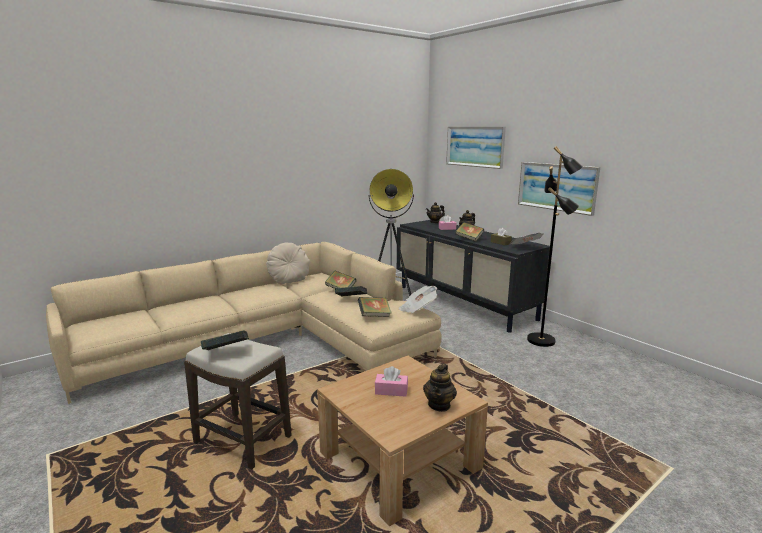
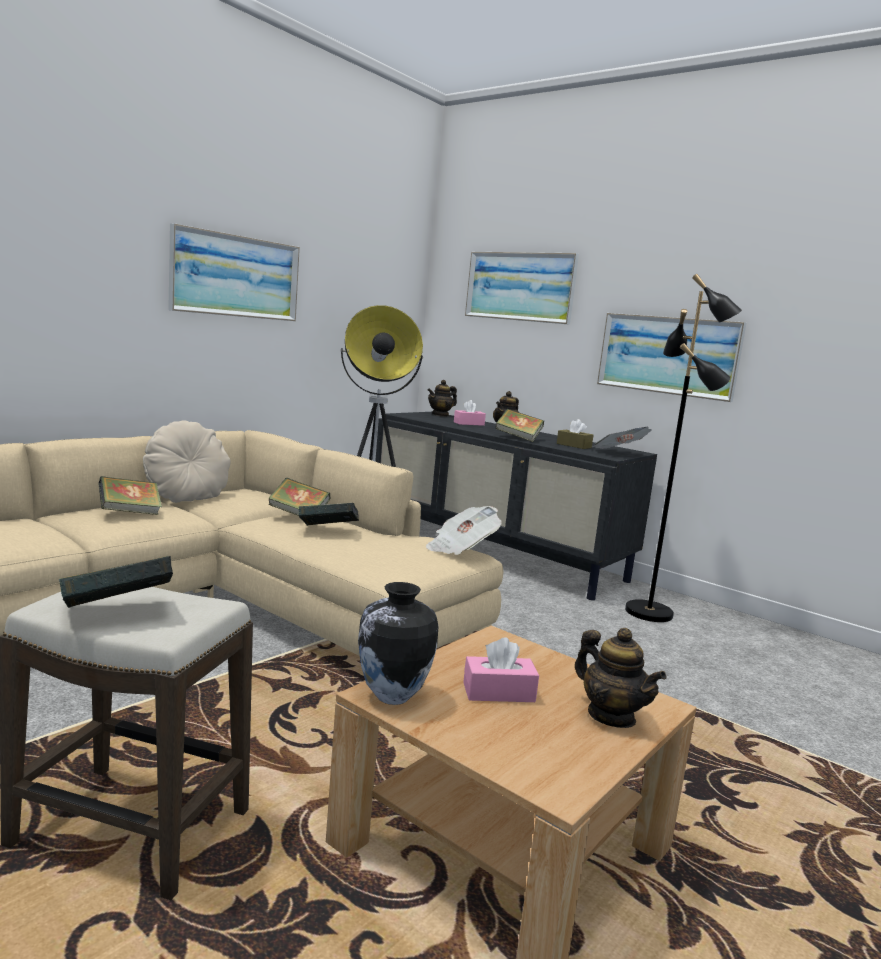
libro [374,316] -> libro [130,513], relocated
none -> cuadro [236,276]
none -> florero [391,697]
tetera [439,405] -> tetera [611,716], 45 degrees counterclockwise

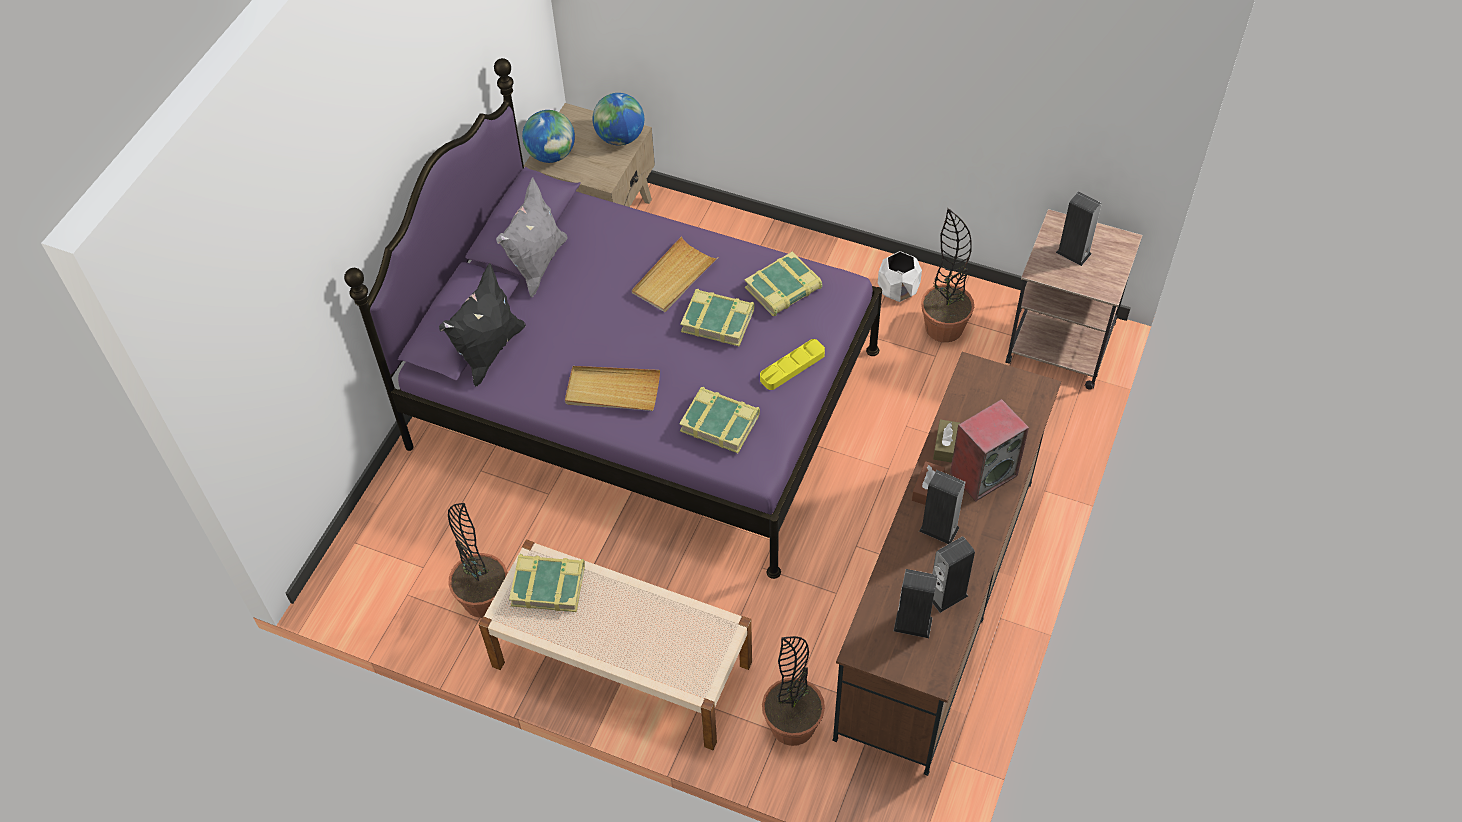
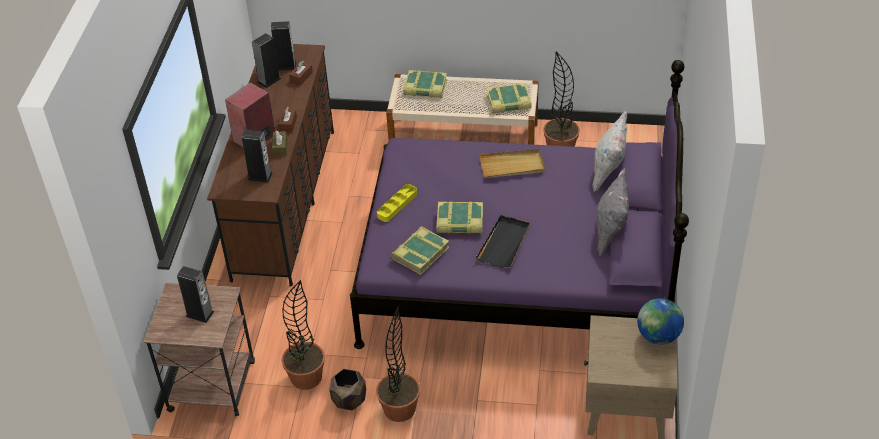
altavoz [939,529] -> altavoz [260,176], relocated
none -> caja de pañuelos (marrón) [301,77]
maceta (blanco) [898,290] -> maceta (marrón) [349,400]
planta en maceta [792,725] -> planta en maceta [399,409], relocated
libro [720,422] -> libro [425,88], relocated
bandeja (beis) [674,277] -> bandeja (negro) [504,243]
cojín (negro) [489,351] -> cojín (blanco) [608,172]
globo terráqueo [620,138] -> none

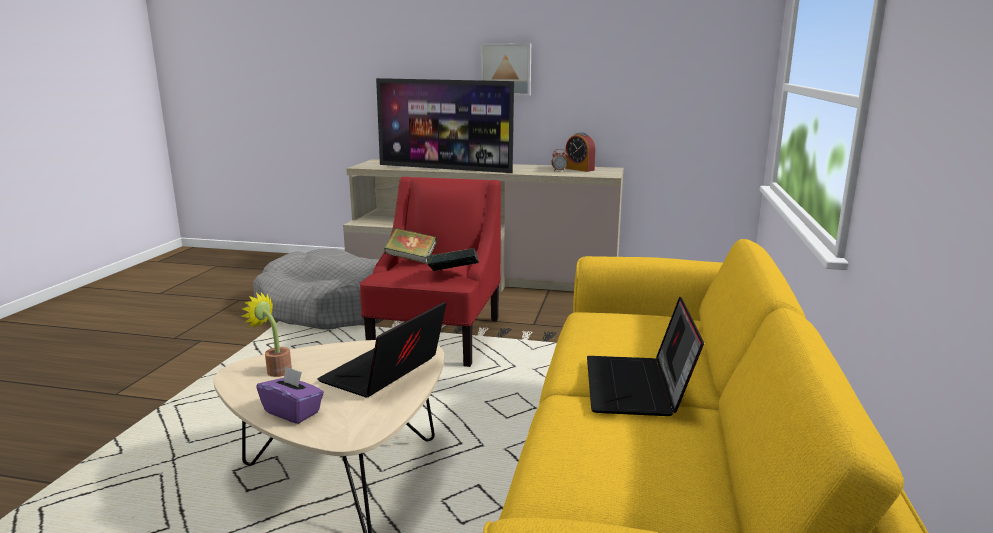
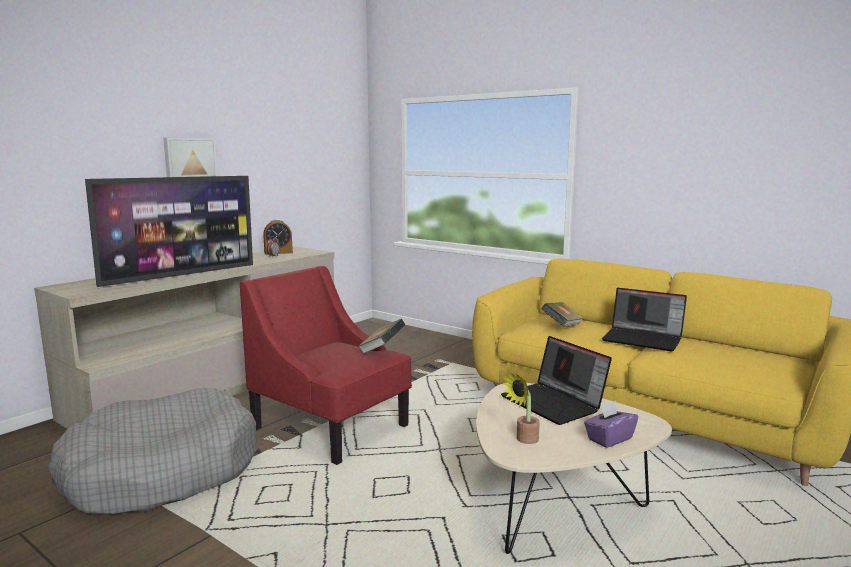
libro [411,259] -> libro [562,327], relocated

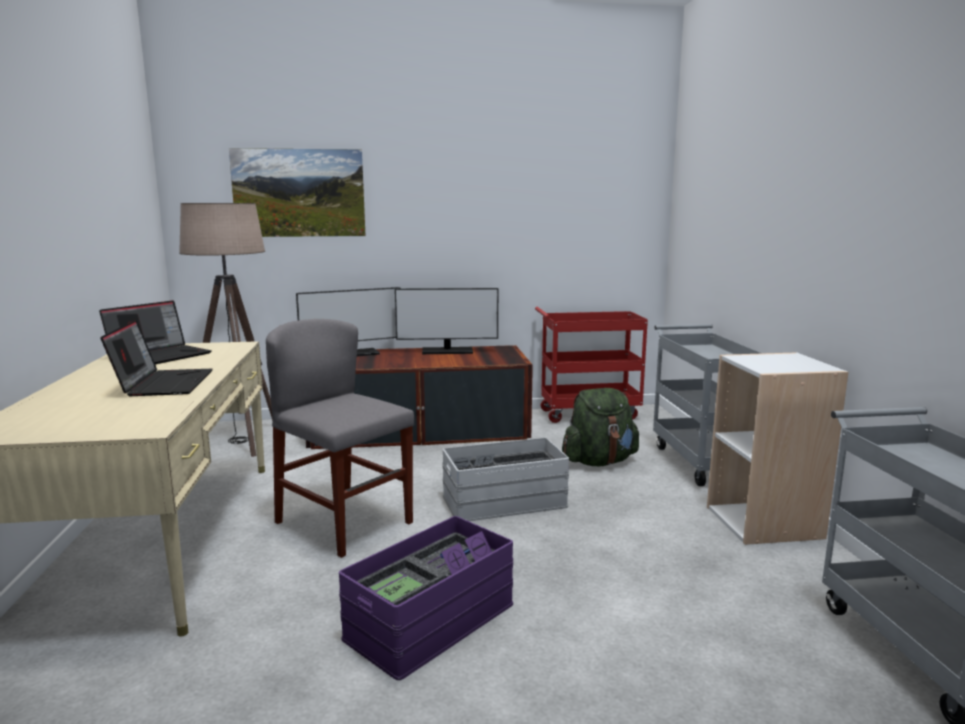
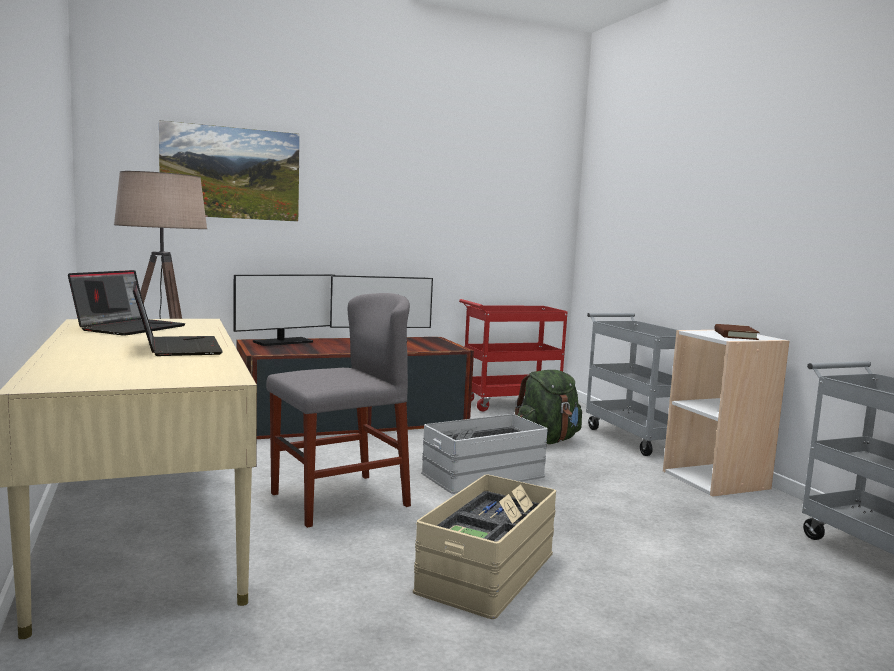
silla (gris) [344,522] -> silla (gris) [339,499], 120 degrees clockwise
caja de almacenaje (morado) [430,619] -> caja de almacenaje (beis) [485,570]
none -> libro (marrón) [735,335]

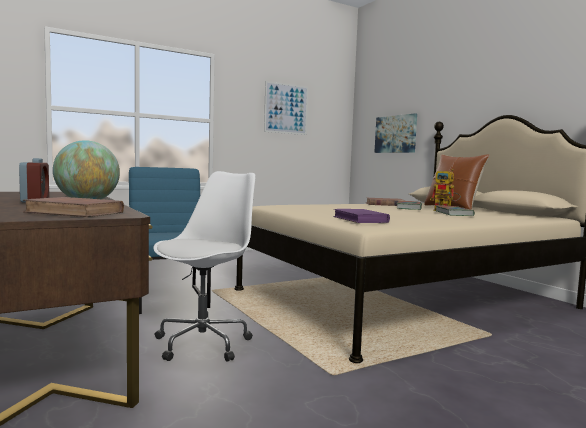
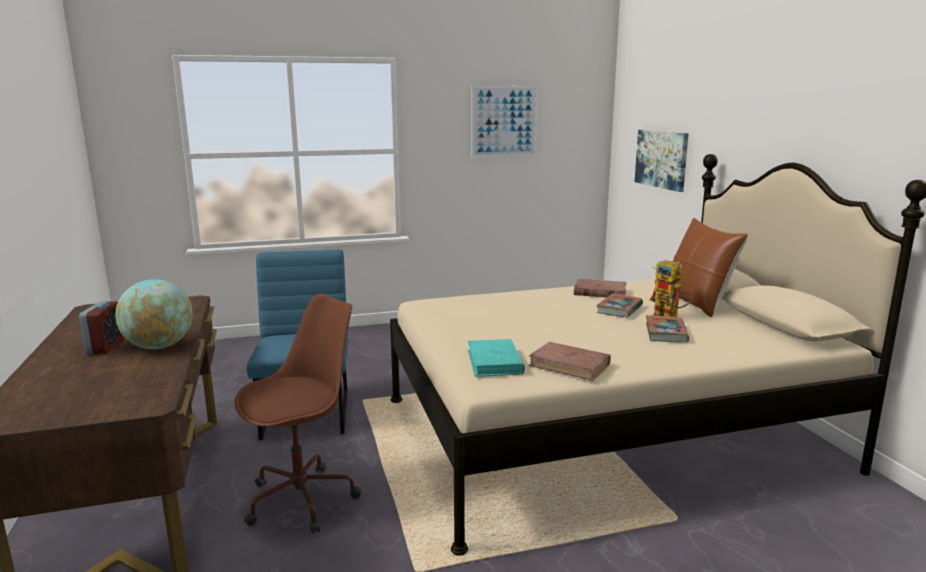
silla de oficina (blanco) [204,343] -> silla de oficina (marrón) [304,499]
libro (morado) [360,219] -> libro (turquesa) [494,362]
libro (marrón) [75,212] -> libro (marrón) [570,365], relocated

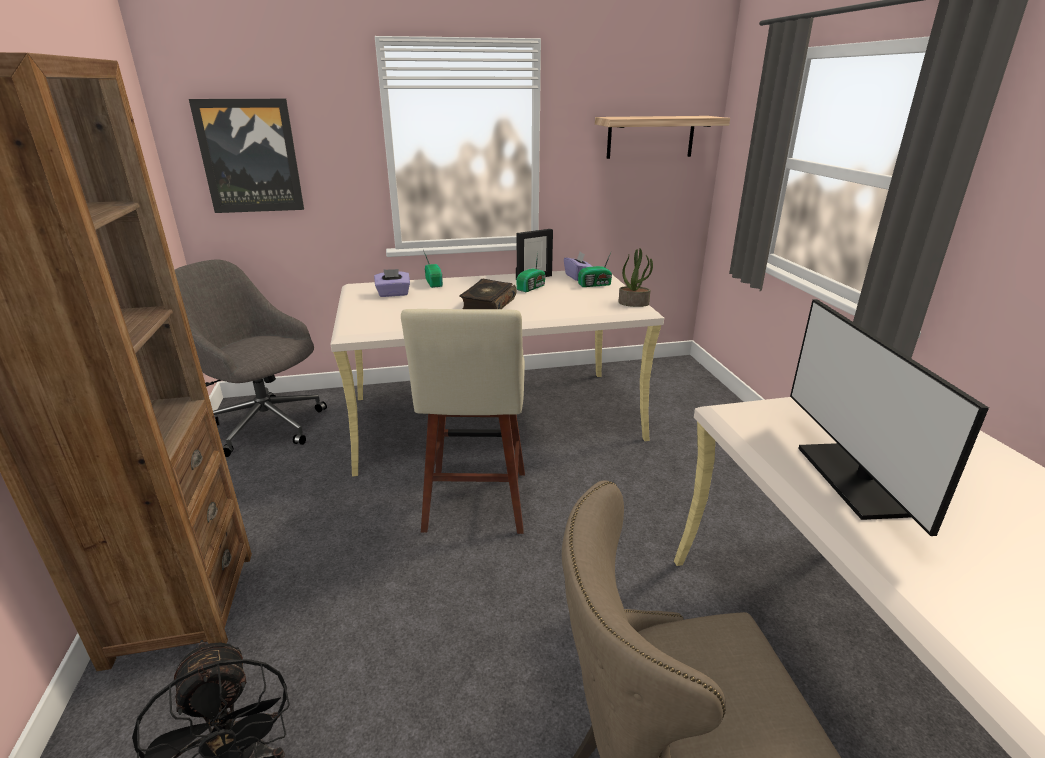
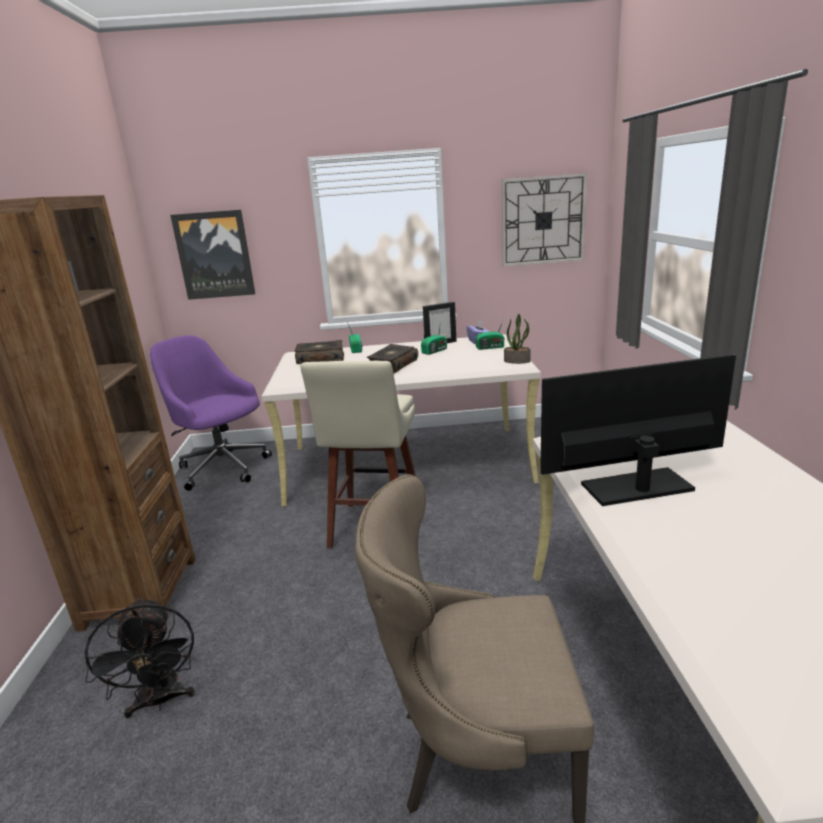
silla de oficina (gris) [266,425] -> silla de oficina (morado) [222,468]
caja de pañuelos (morado) [393,294] -> libro [320,358]
estante [650,137] -> reloj de pared [543,220]
monitor [853,479] -> monitor [636,487], 75 degrees clockwise

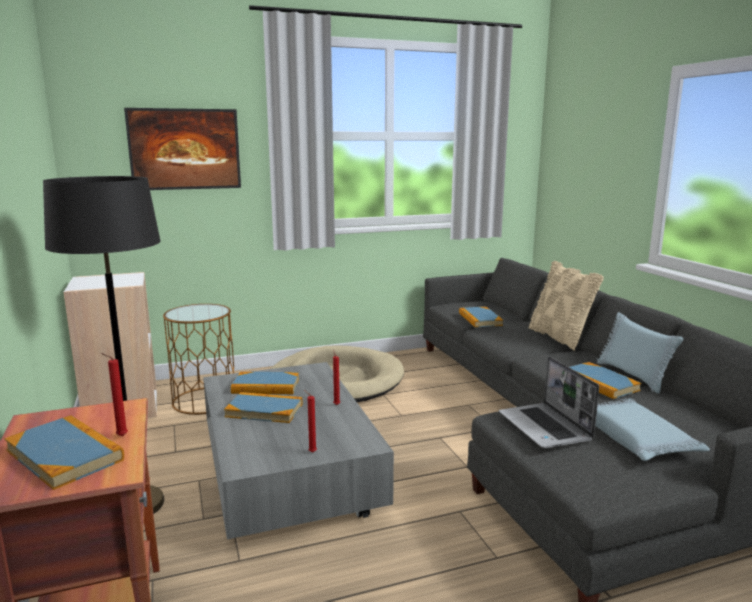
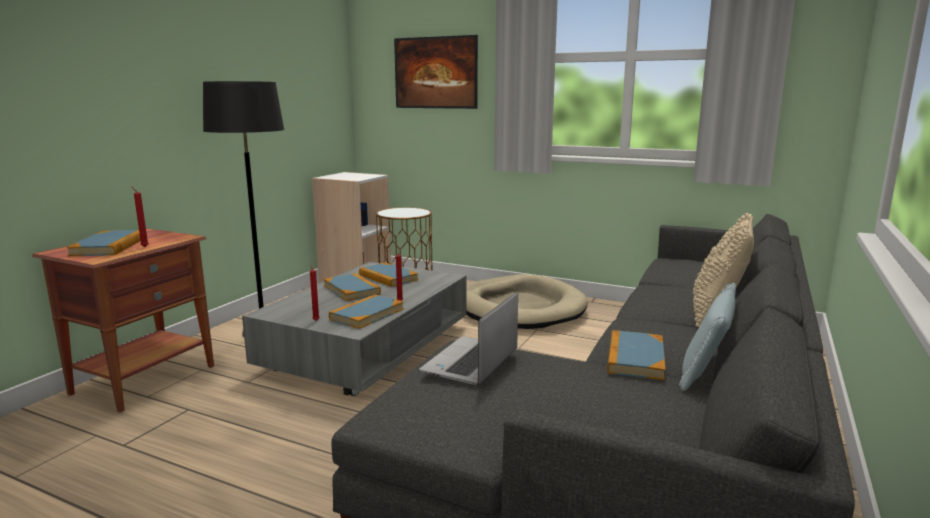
libro [480,319] -> libro [367,314], relocated
cojín (azul) [635,436] -> none

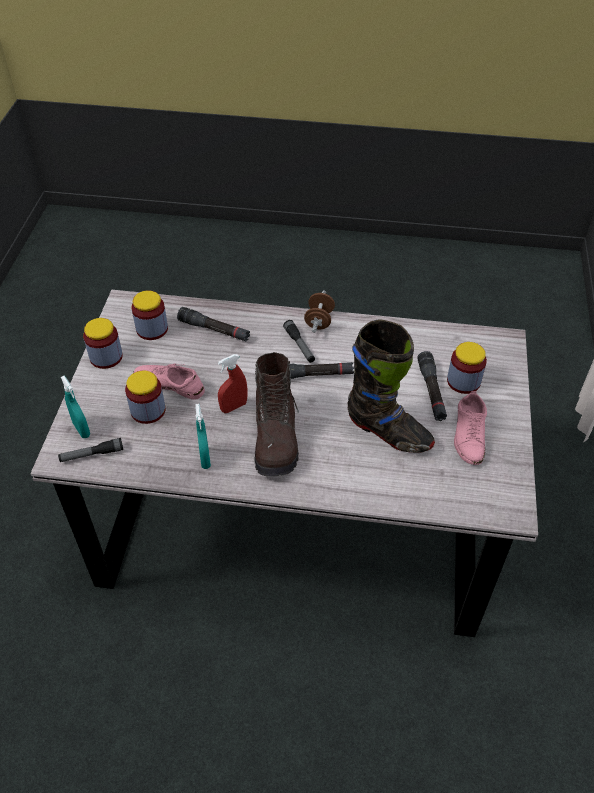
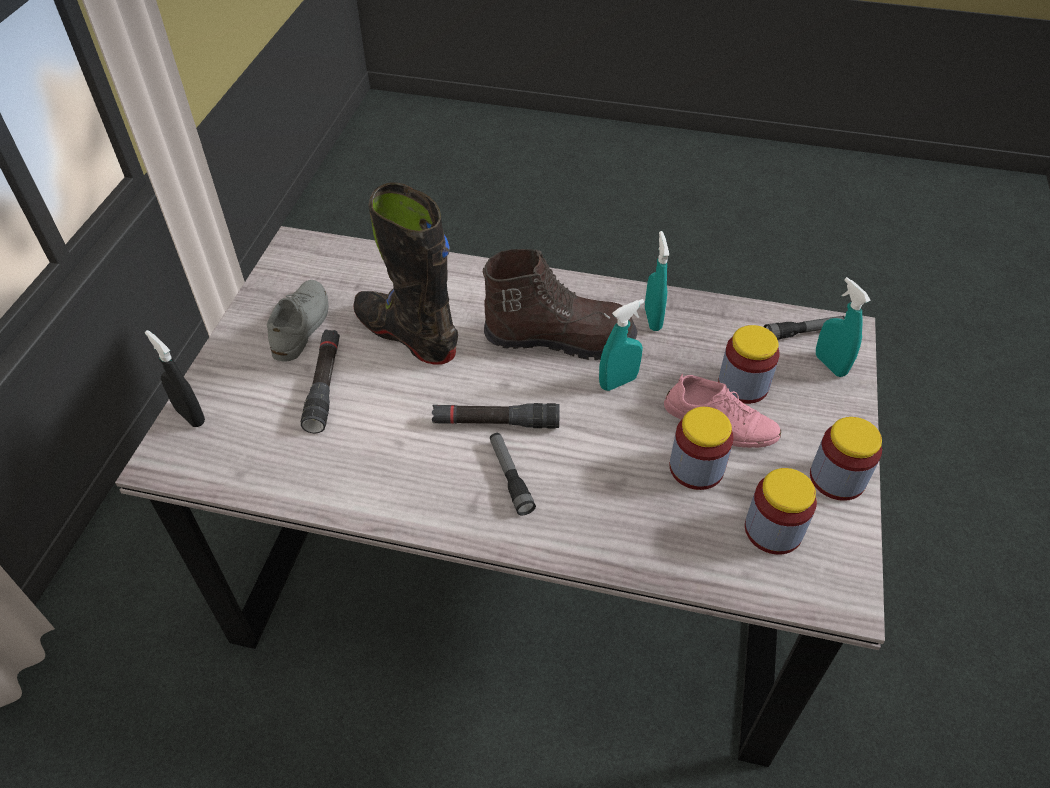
none -> pulverizador (negro) [190,416]
zapato (rosa) [469,435] -> zapato (gris) [301,325]
bota (marrón) [276,437] -> bota (marrón) [559,338], 90 degrees clockwise
pulverizador (rojo) [234,407] -> pulverizador (turquesa) [618,382]
tarro [463,381] -> tarro [696,468], relocated
linterna (negro) [214,330] -> none
mancuerna (marrón) [319,321] -> none

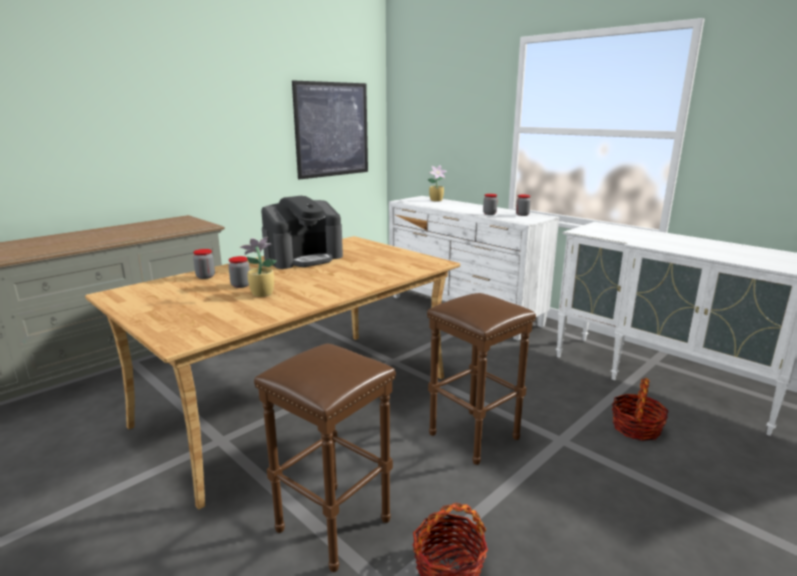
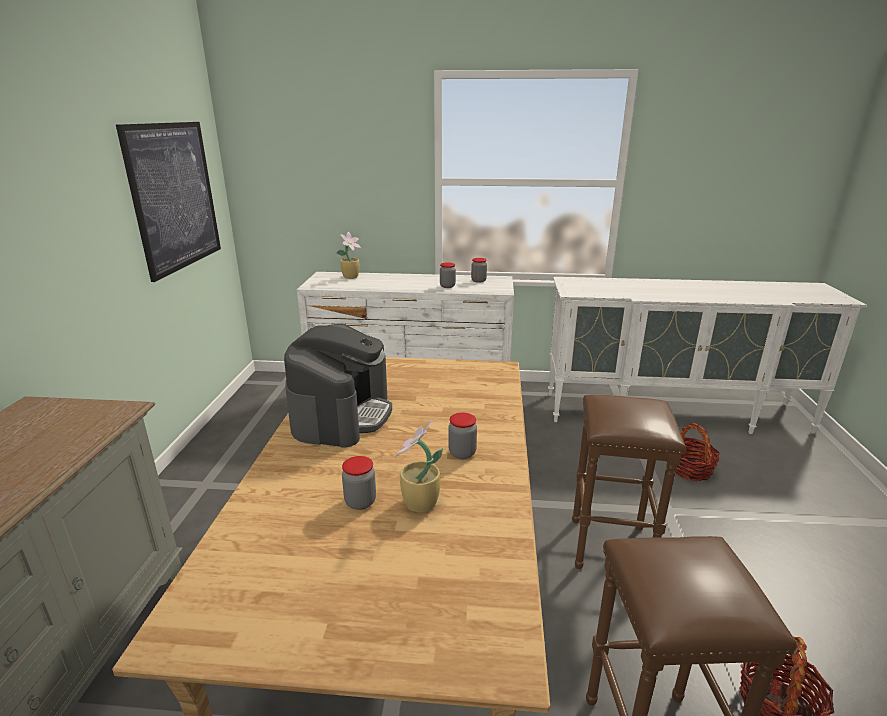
tarro [205,276] -> tarro [462,453], relocated

